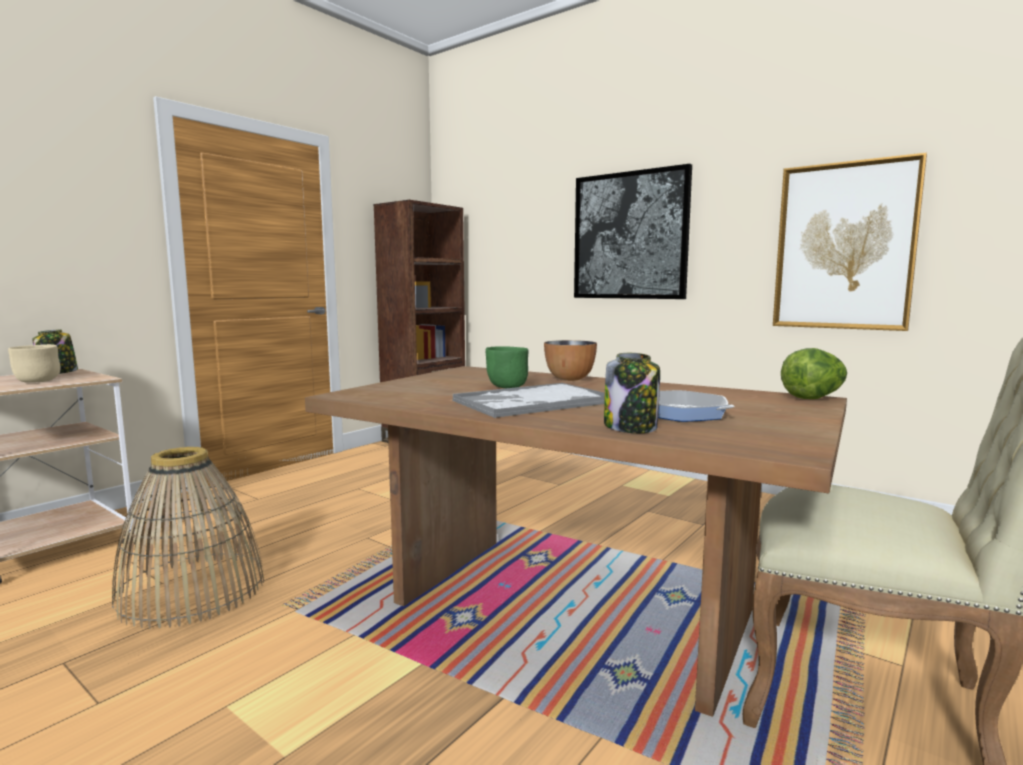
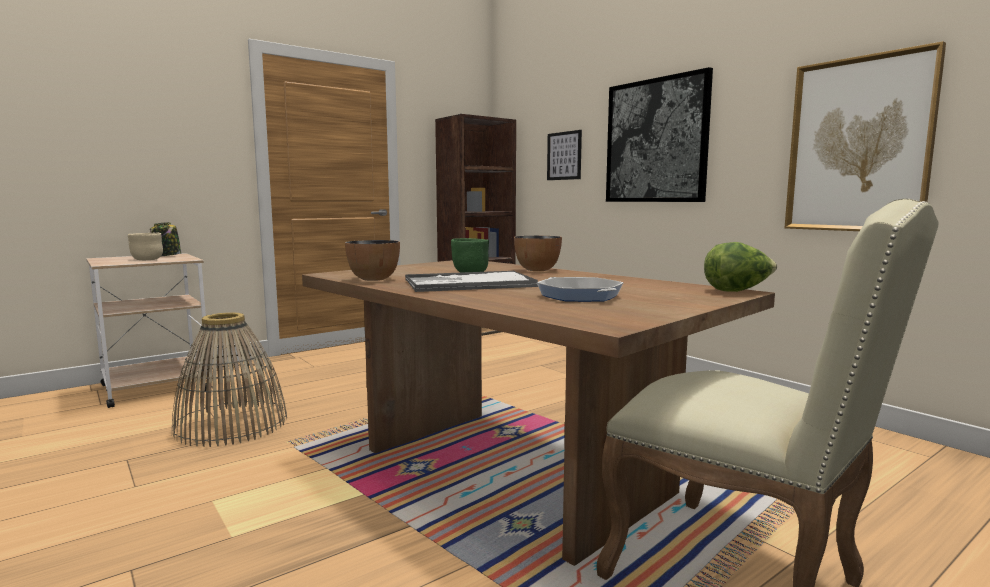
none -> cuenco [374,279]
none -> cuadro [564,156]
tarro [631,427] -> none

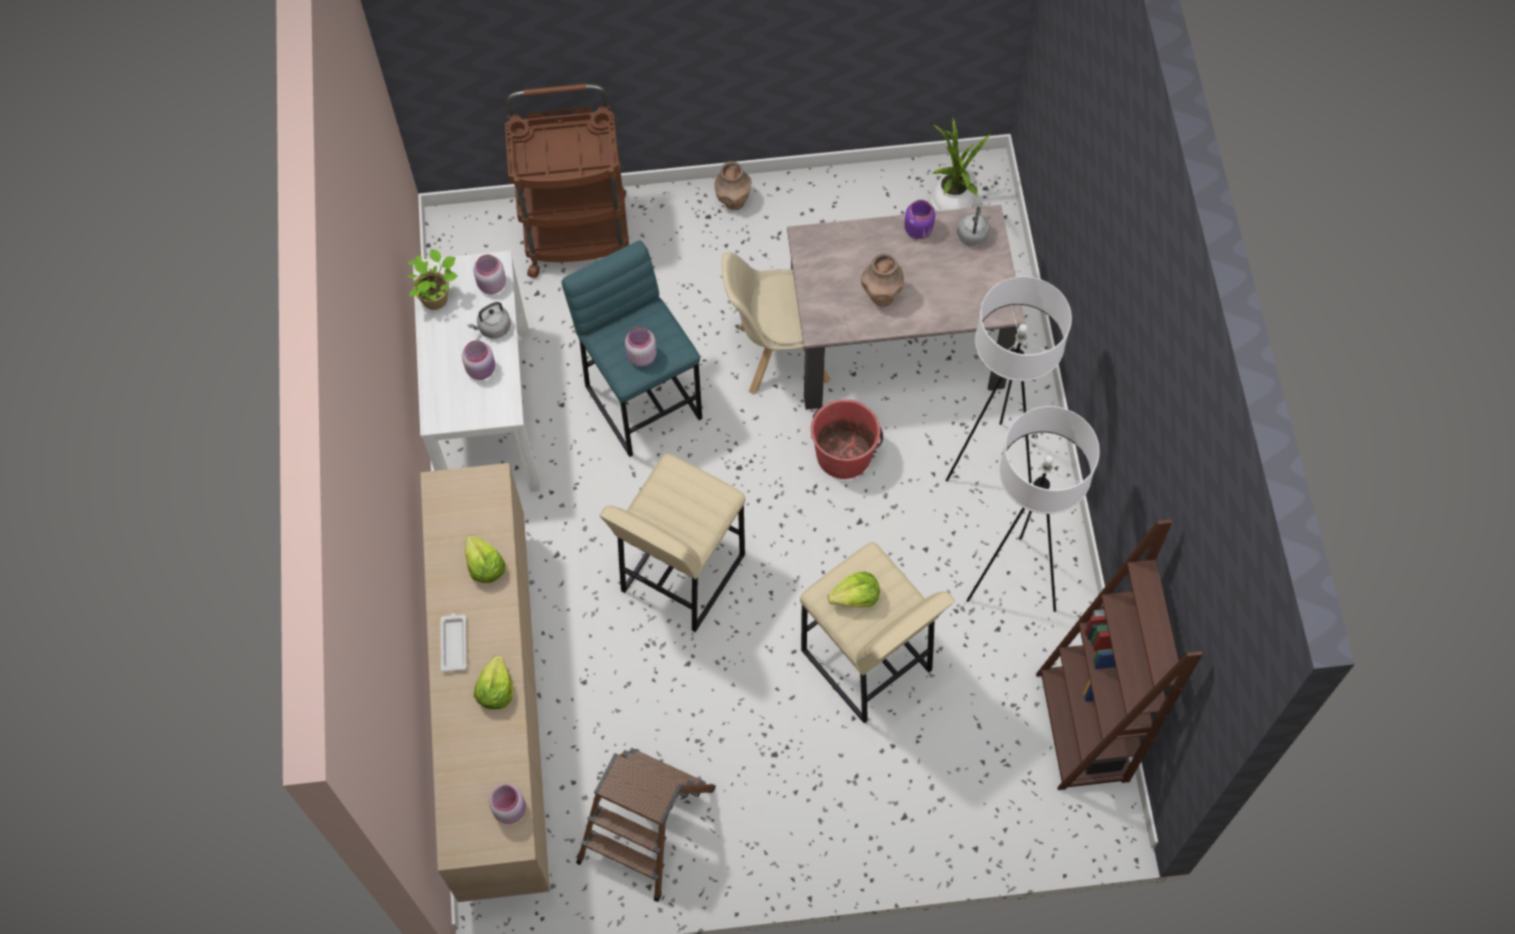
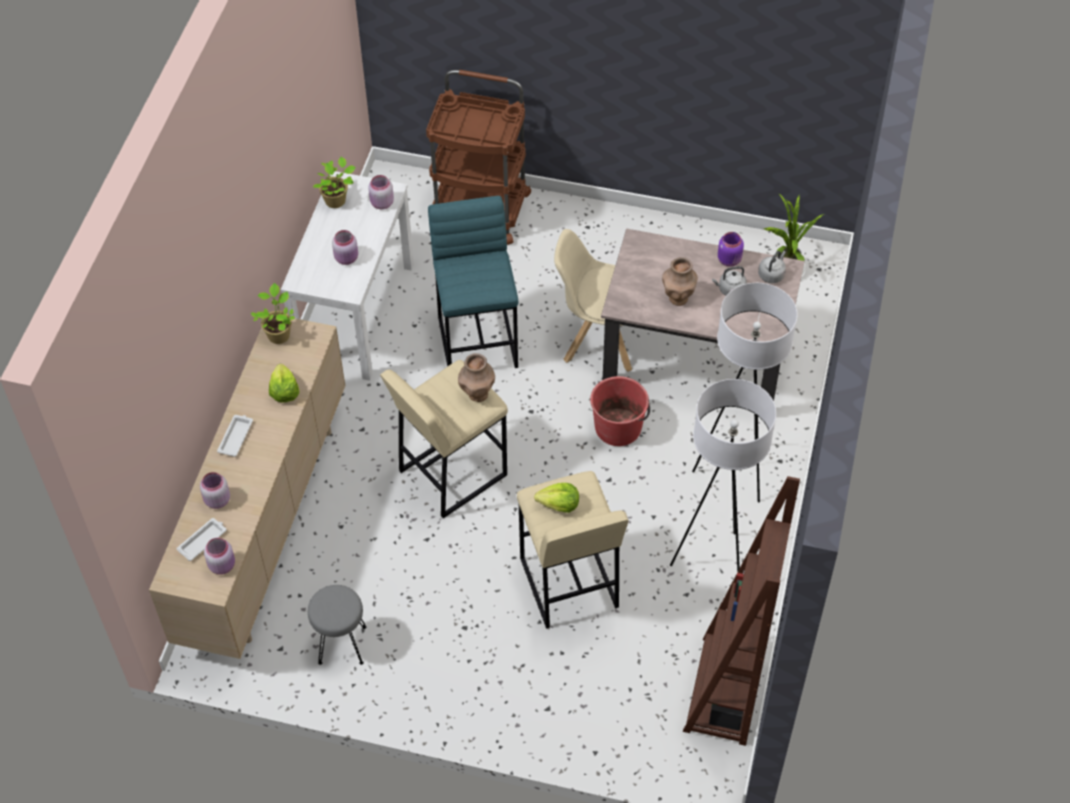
none -> bandeja (blanco) [203,540]
tarro (rosa) [641,356] -> tarro (rosa) [216,500], relocated
none -> planta en maceta [278,334]
escalera de tijera (marrón) [646,824] -> taburete (gris) [341,644]
florero (marrón) [733,201] -> florero (marrón) [477,394], relocated
hervidor (gris) [493,328] -> hervidor (gris) [730,290], relocated
lechuga [495,690] -> none

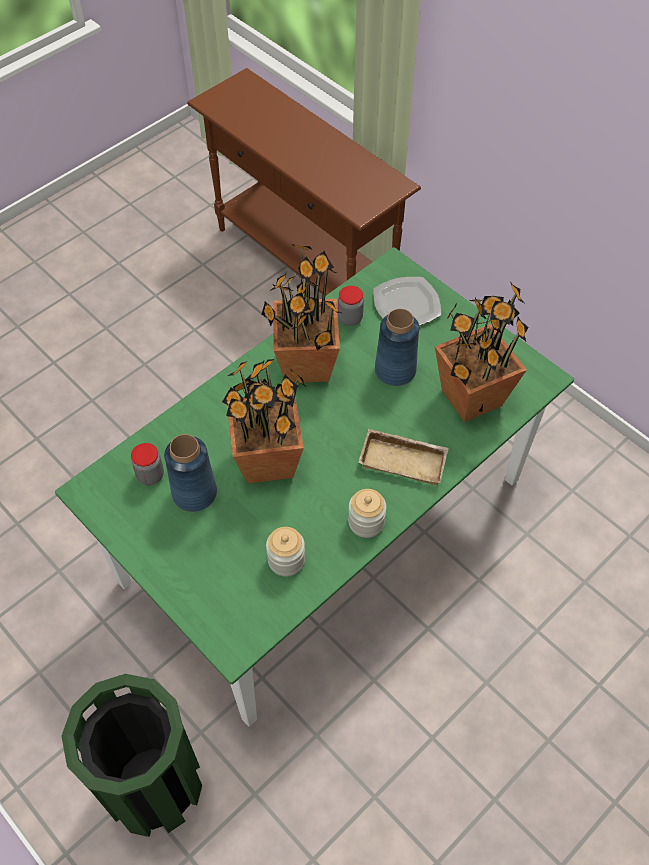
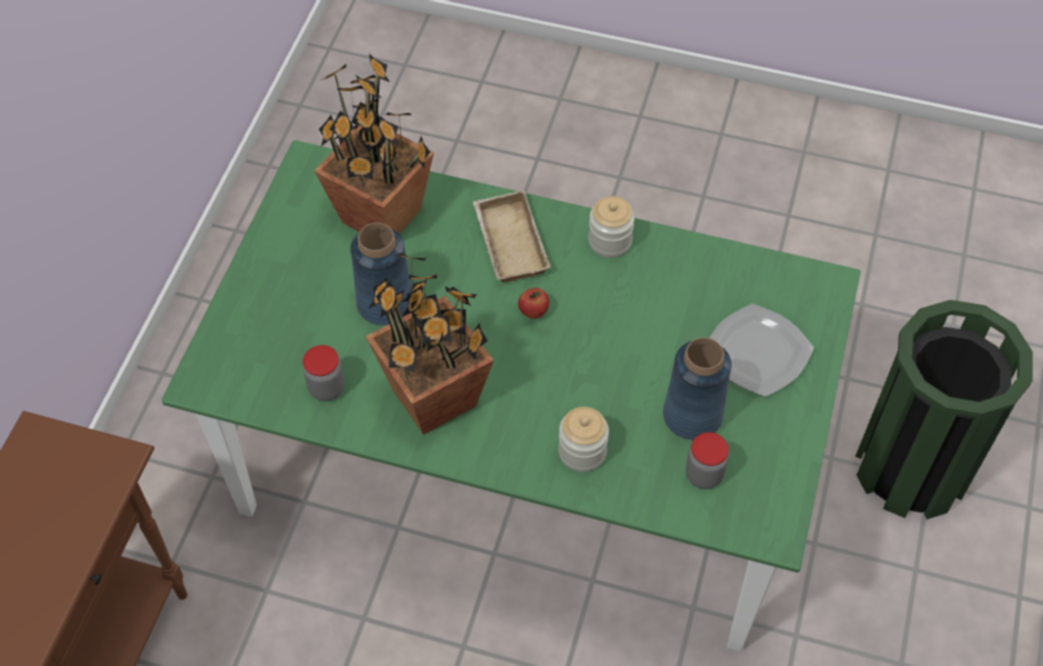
none -> manzana [533,312]
tarro [286,560] -> tarro [582,451], relocated
plato [406,305] -> plato [758,352], relocated
planta en maceta [268,461] -> none

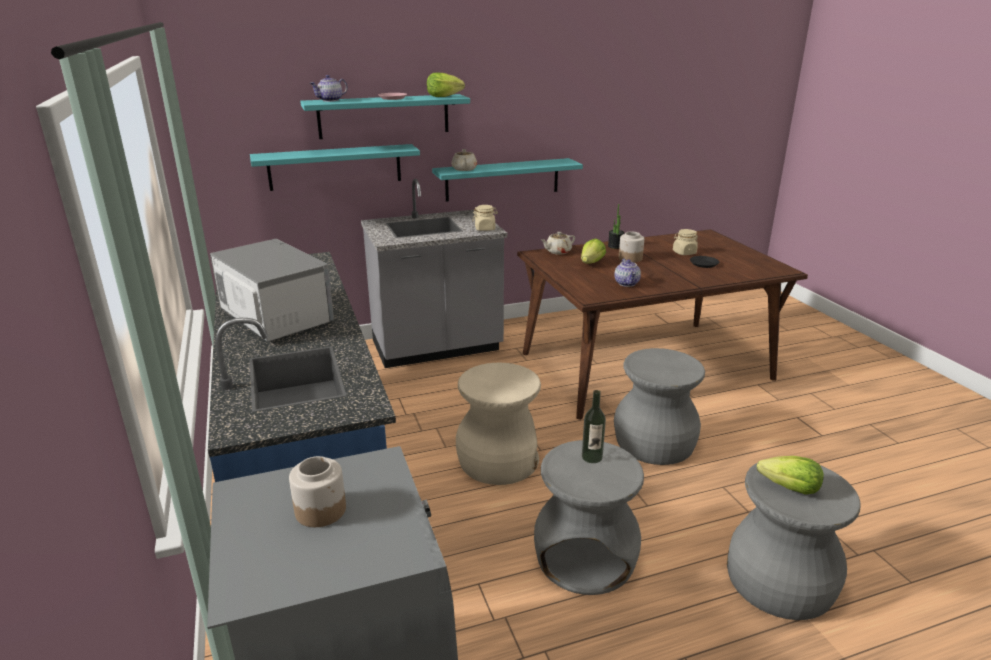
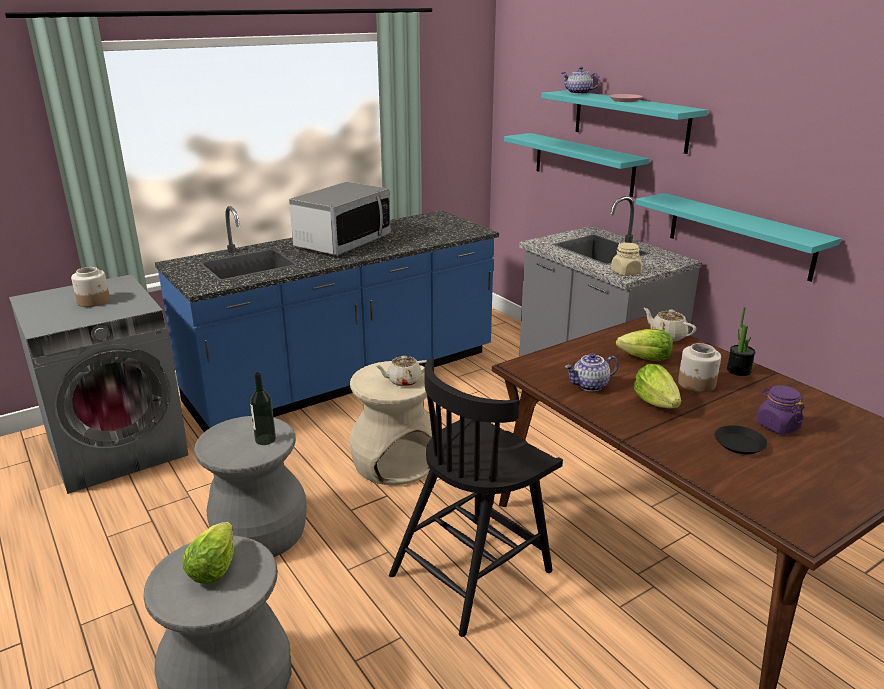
tetera (beis) [464,169] -> tetera (beis) [403,381], relocated
taburete (gris) [655,444] -> silla (negro) [473,570]
lechuga [443,97] -> lechuga [656,403], relocated
tarro (beis) [684,253] -> tarro (morado) [777,426]

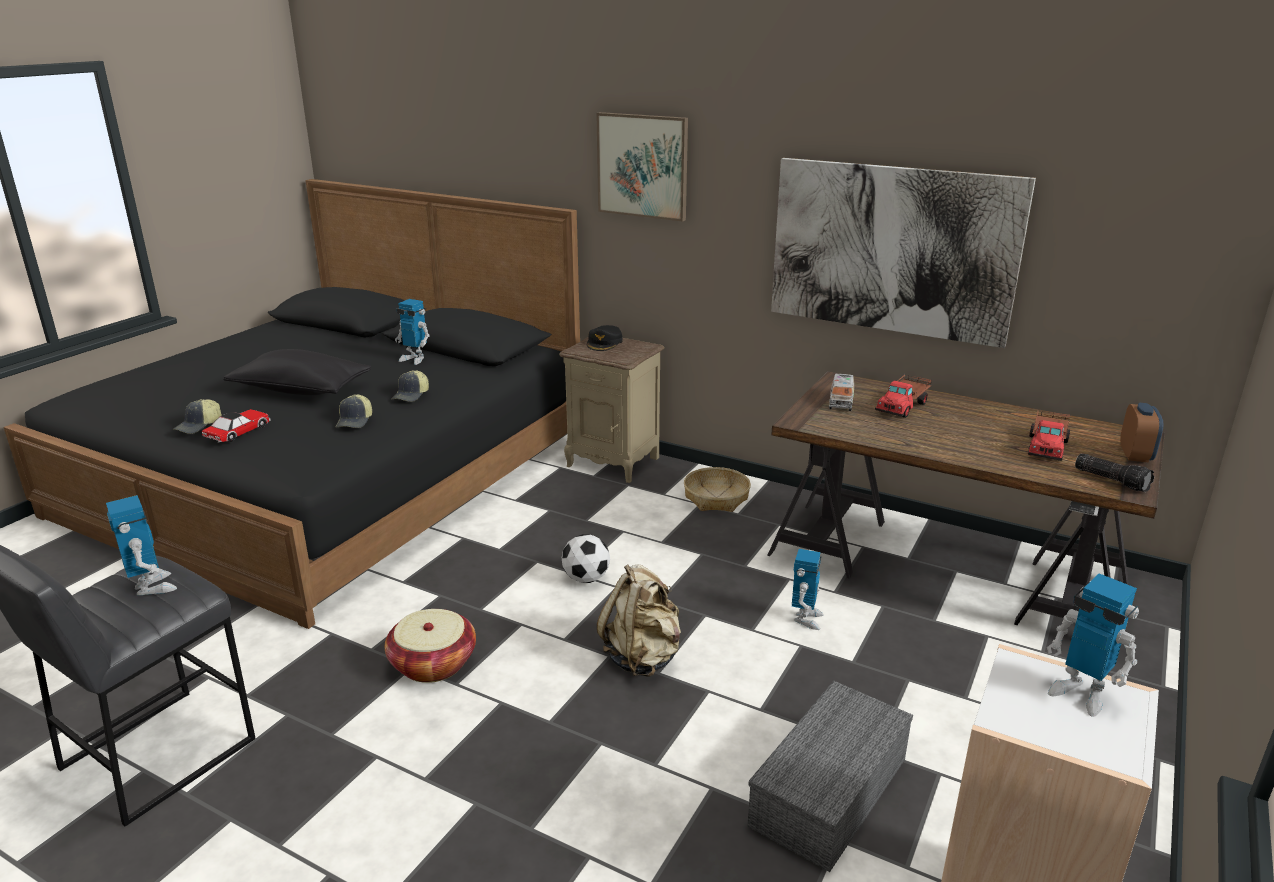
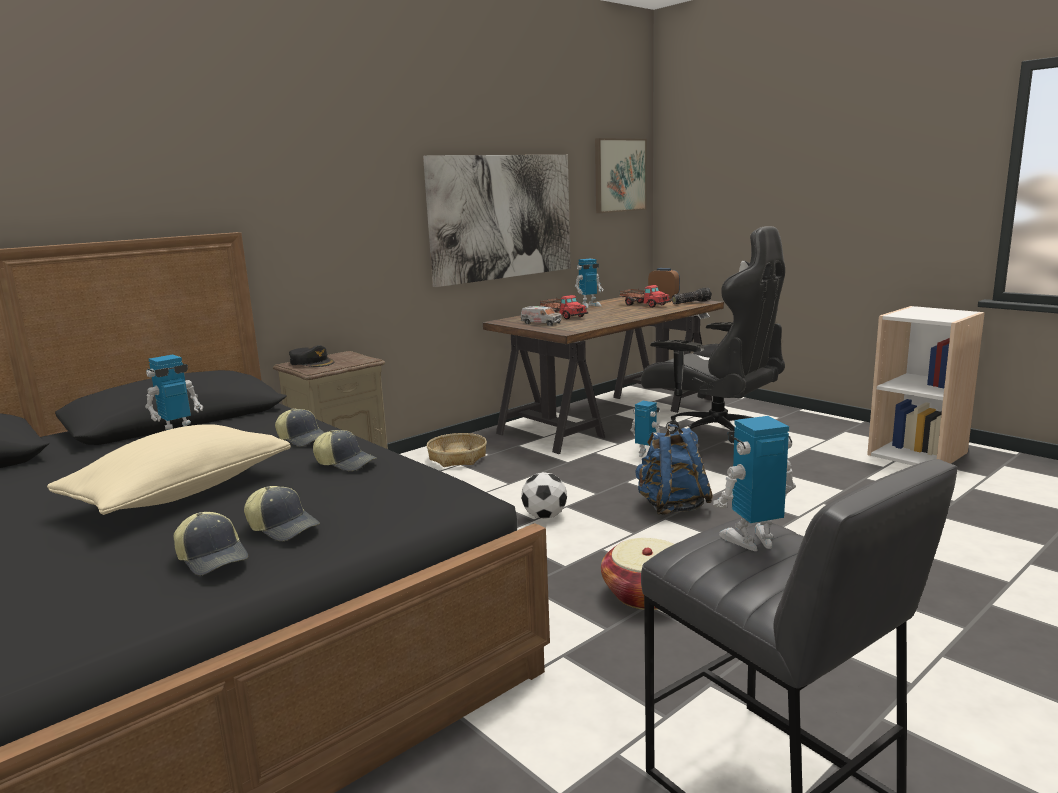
cojín (negro) [301,390] -> cojín (beis) [181,493]
coche de juguete [238,432] -> gorra [283,527]
robot de juguete [1080,693] -> robot de juguete [589,306], relocated
cuadro [643,166] -> cuadro [619,175], relocated
mochila (beis) [642,657] -> mochila (azul) [671,507]
none -> silla de oficina (negro) [710,439]
caja de almacenaje (gris) [830,794] -> none

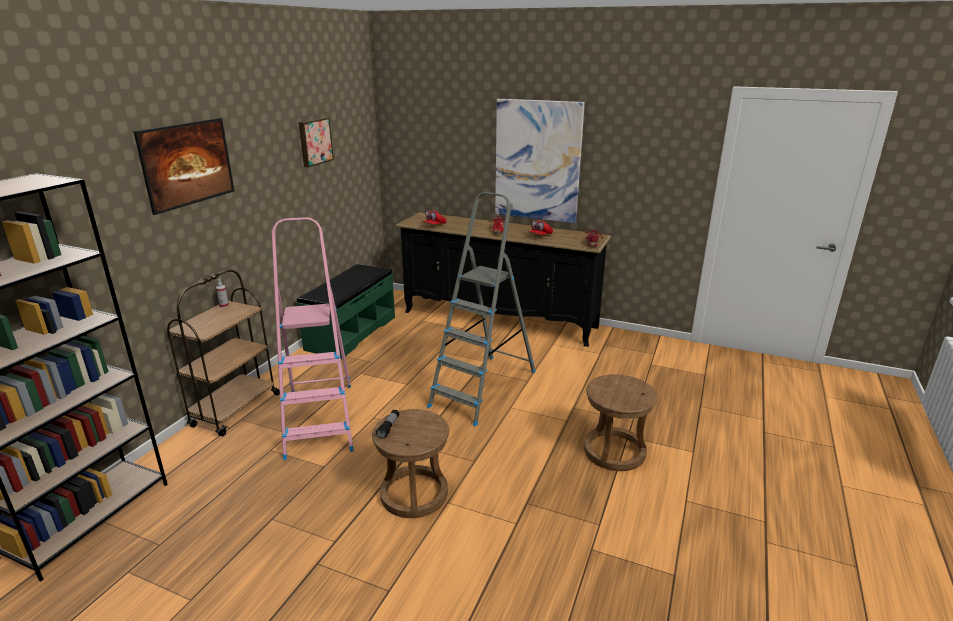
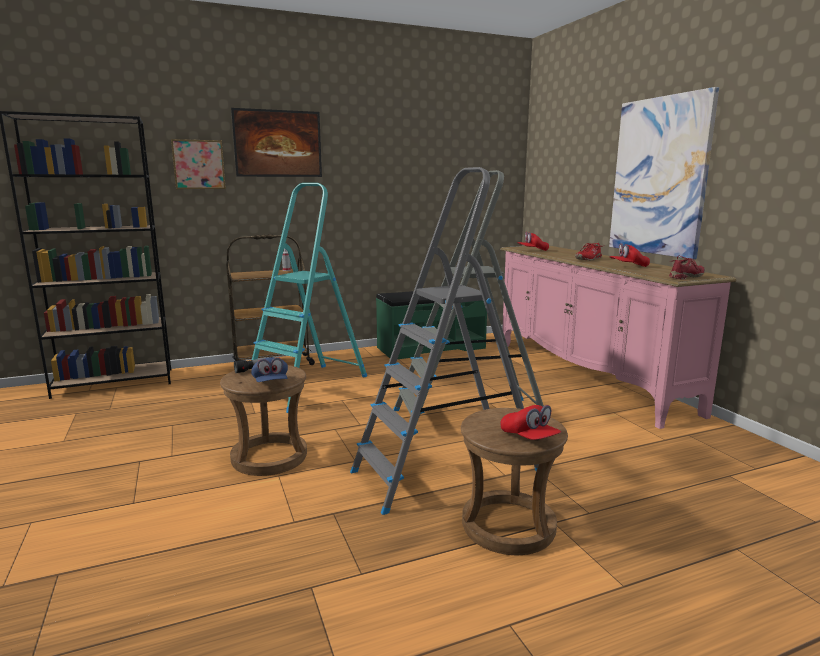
cuadro [314,141] -> cuadro [198,164], relocated
none -> gorra (azul) [271,383]
escalera de tijera (rosa) [320,419] -> escalera de tijera (turquesa) [307,387]
none -> escalera de tijera (gris) [445,471]
armario (negro) [498,320] -> armario (rosa) [586,377]
none -> gorra (rojo) [529,438]

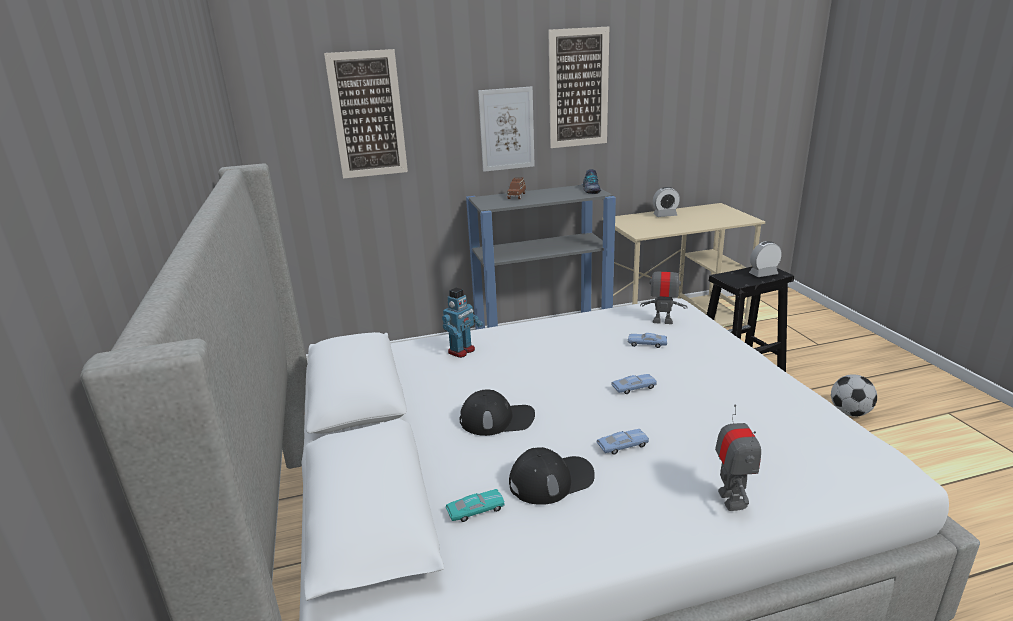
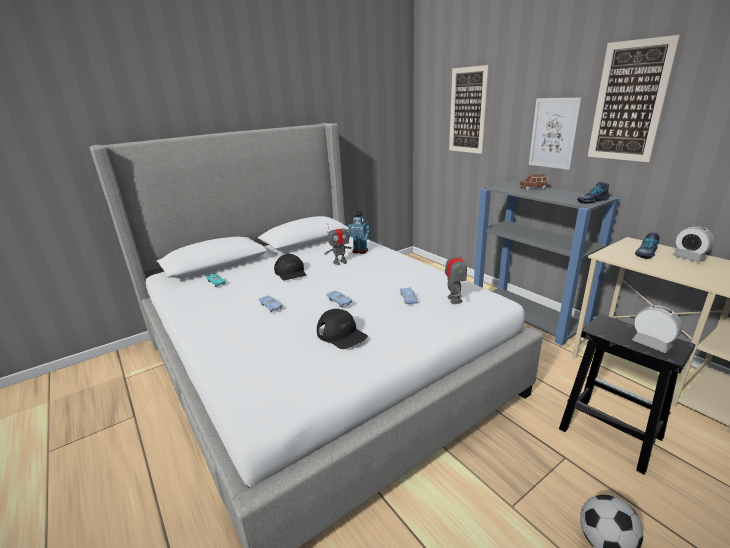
gorra (negro) [551,480] -> gorra (negro) [341,334], relocated
robot de juguete [731,499] -> robot de juguete [340,262], relocated
none -> zapato [645,253]

